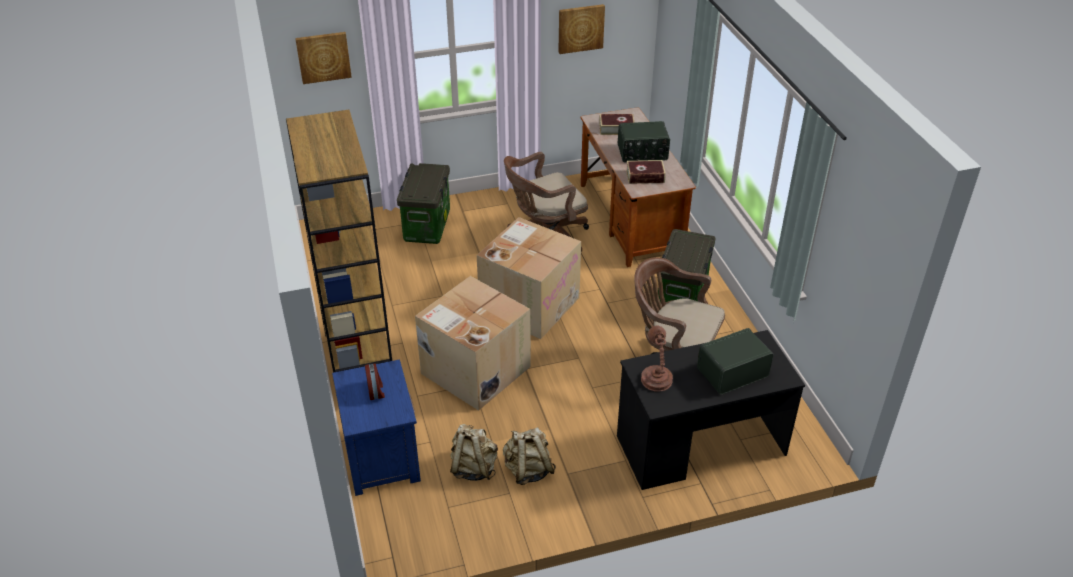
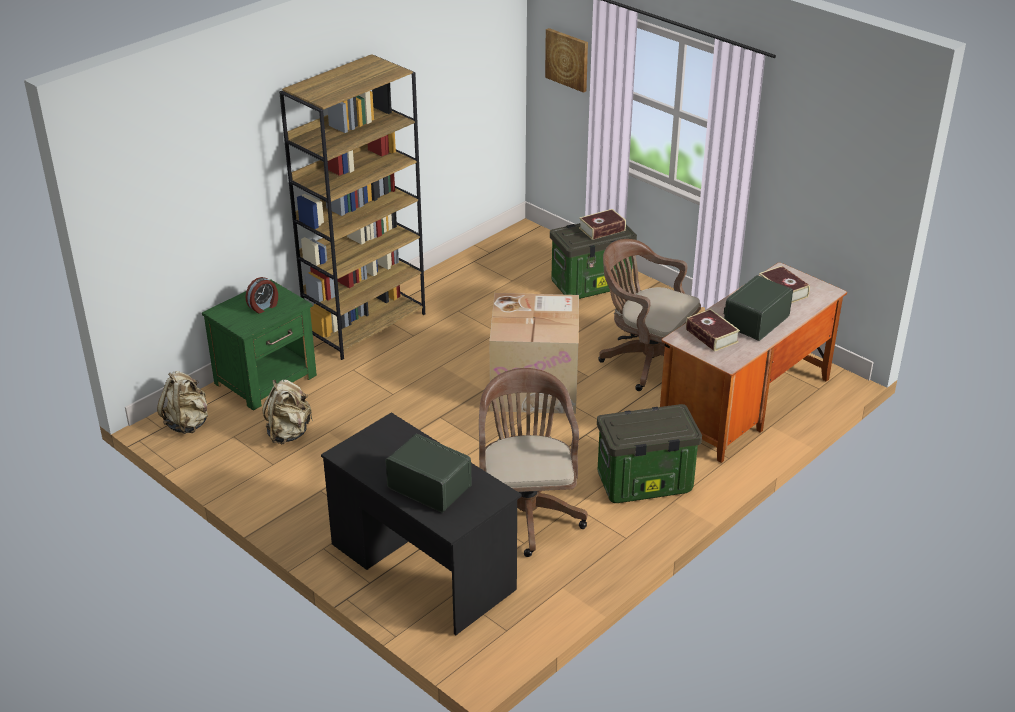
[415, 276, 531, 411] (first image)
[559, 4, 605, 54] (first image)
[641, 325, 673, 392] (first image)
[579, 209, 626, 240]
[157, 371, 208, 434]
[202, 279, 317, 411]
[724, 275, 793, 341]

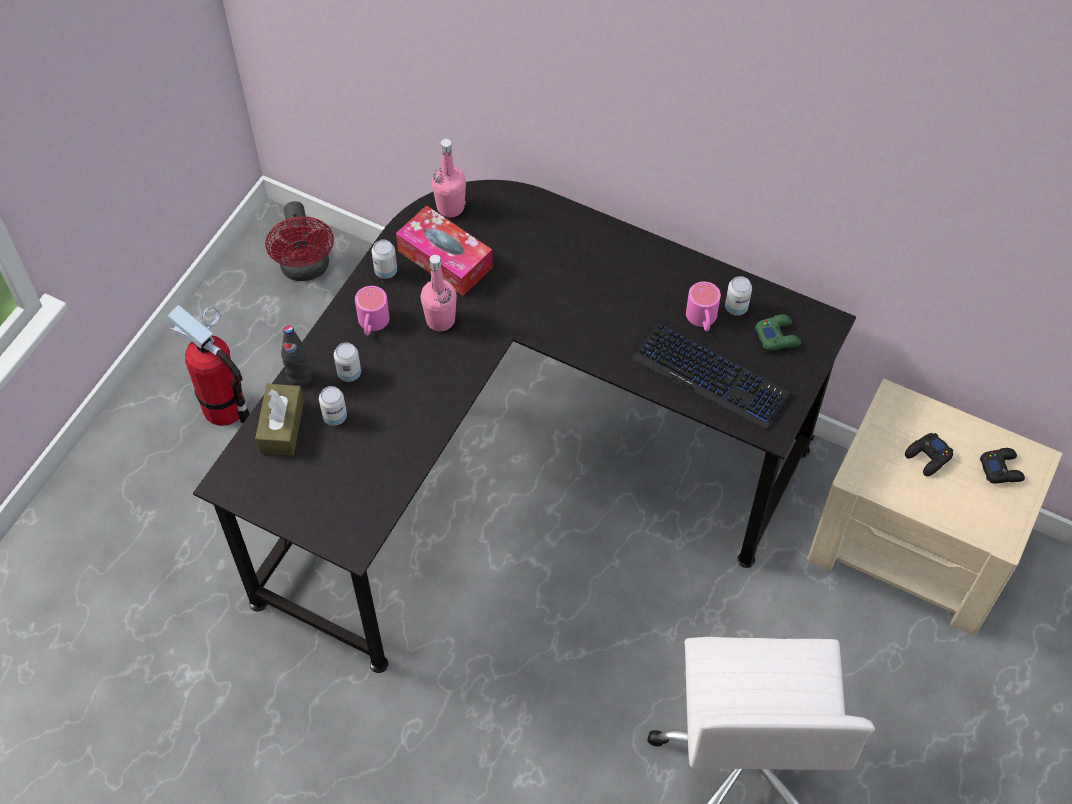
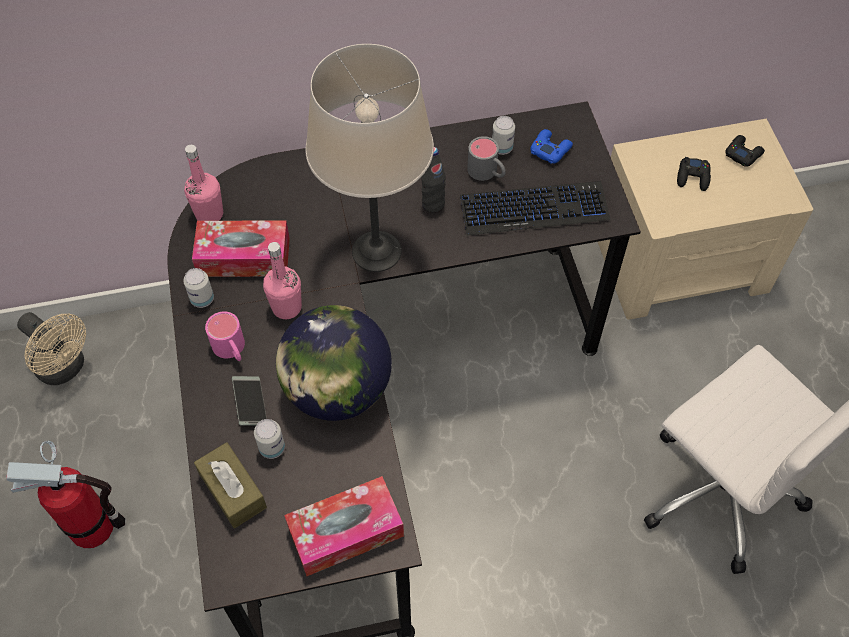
[276, 305, 392, 421]
[284, 476, 404, 576]
[305, 44, 434, 272]
[421, 147, 446, 213]
[232, 376, 267, 426]
[17, 312, 86, 385]
[467, 136, 506, 181]
[530, 129, 573, 164]

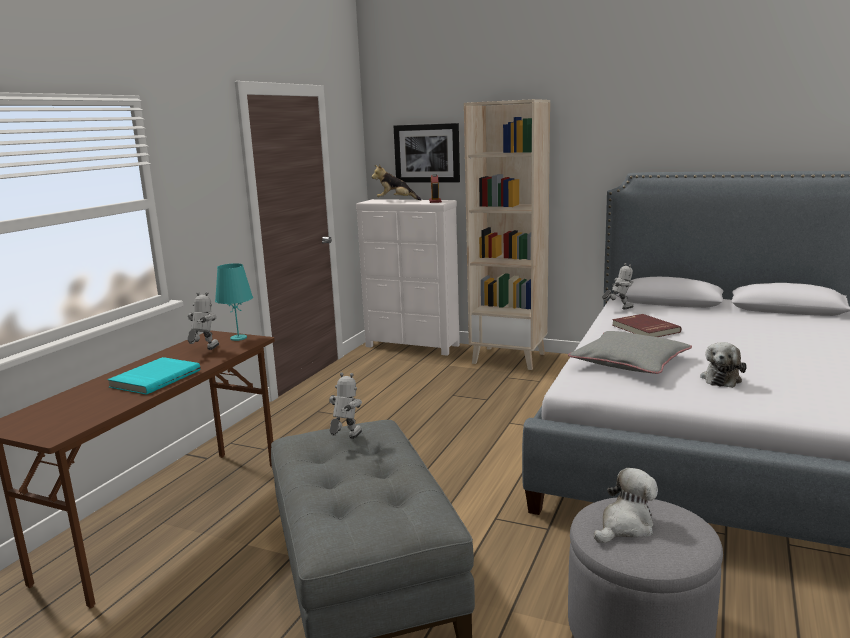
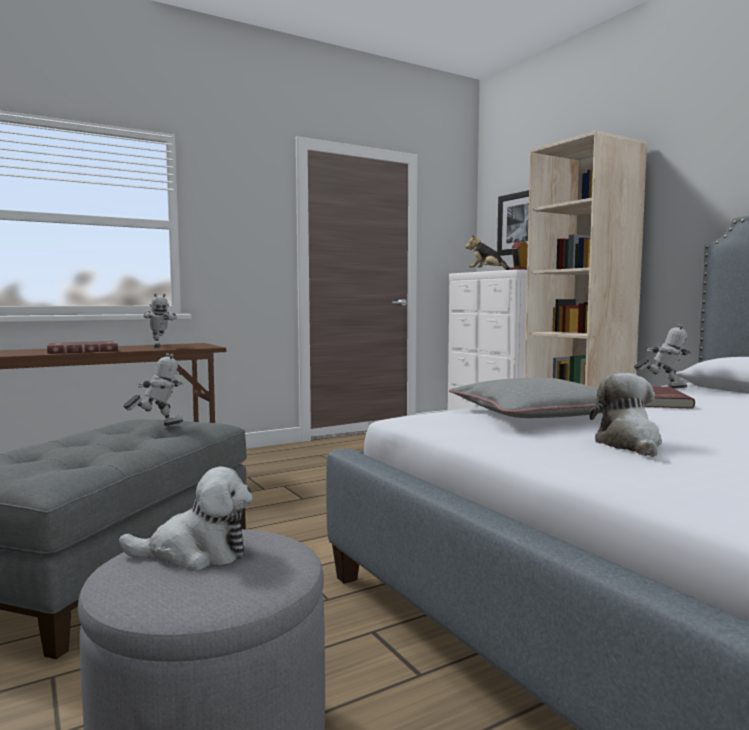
[215, 263, 253, 341] (first image)
[47, 341, 118, 354]
[144, 293, 177, 348]
[589, 373, 662, 457]

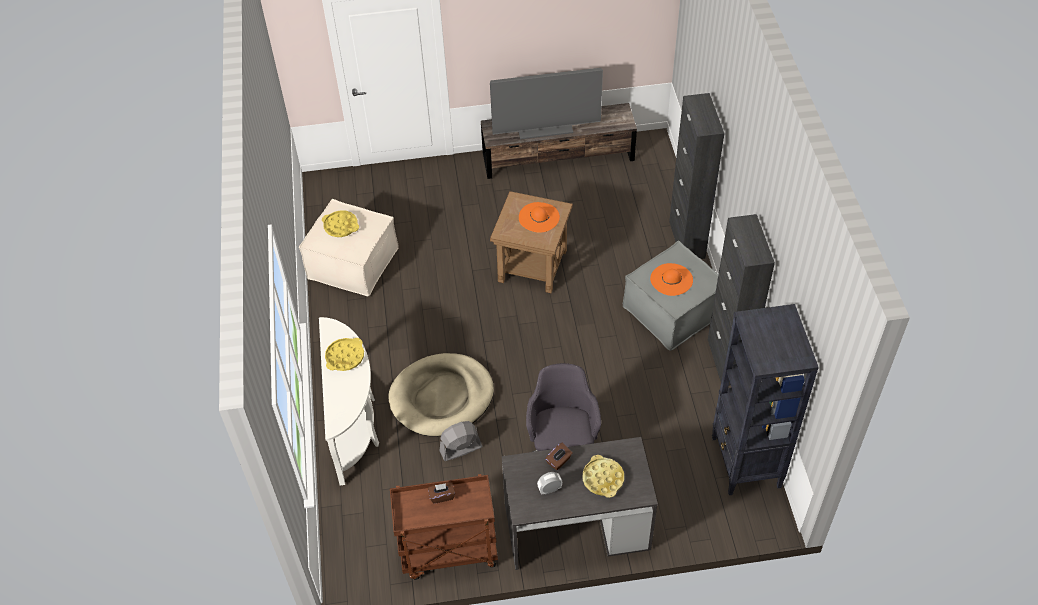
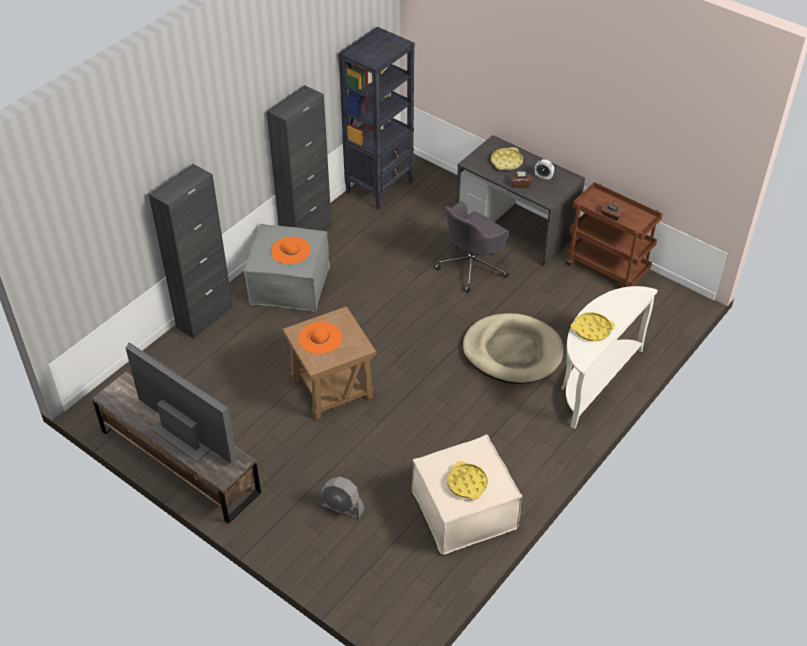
[320, 477, 364, 519]

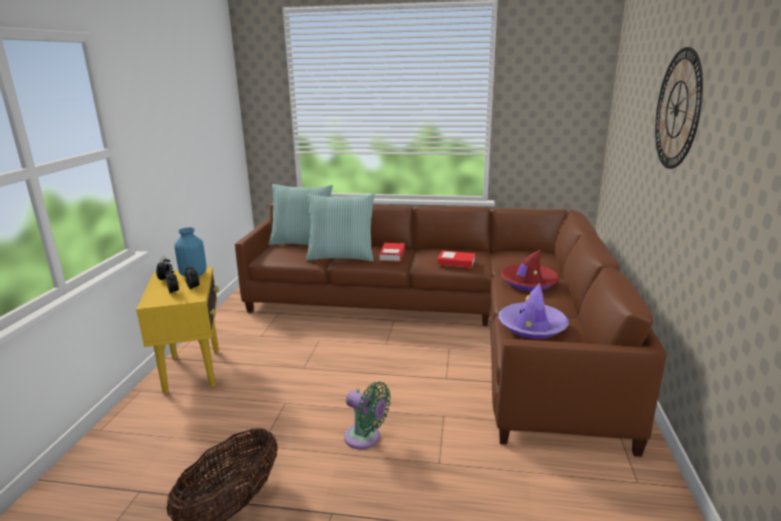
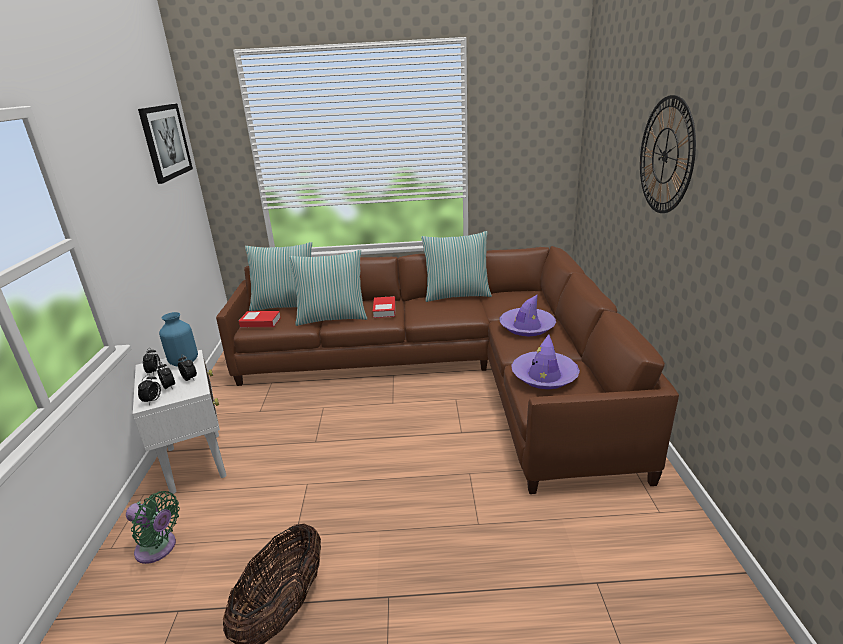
[138, 104, 193, 184]
[138, 374, 161, 405]
[421, 231, 492, 302]
[126, 491, 180, 564]
[239, 311, 281, 327]
[133, 350, 226, 494]
[500, 294, 556, 336]

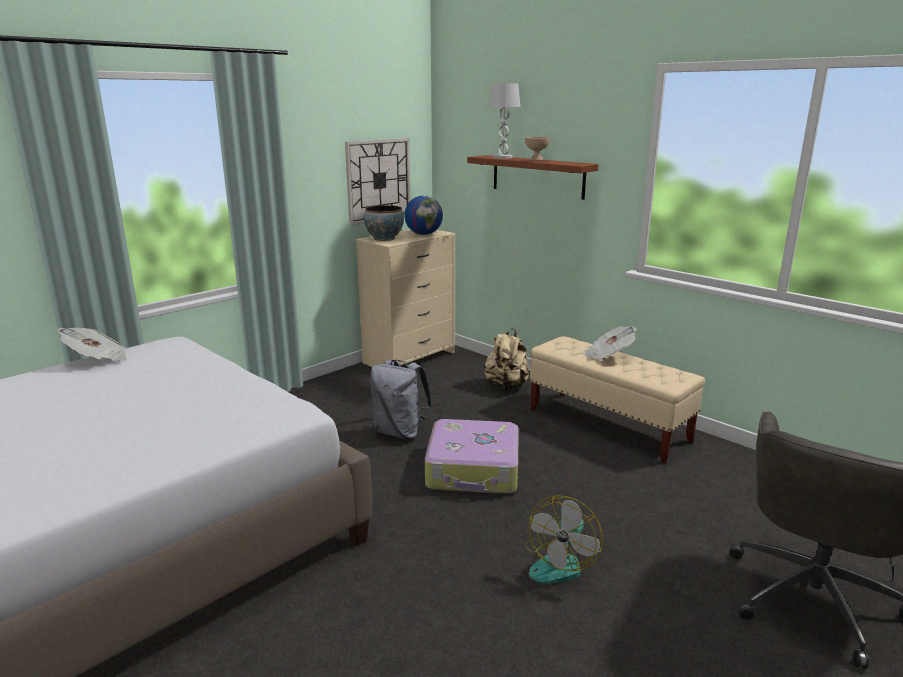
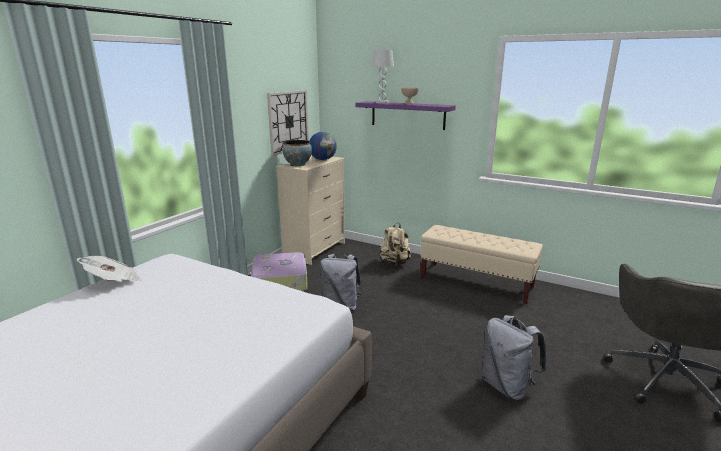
[582, 326, 637, 360] (first image)
[251, 252, 308, 291]
[482, 315, 547, 401]
[356, 101, 456, 130]

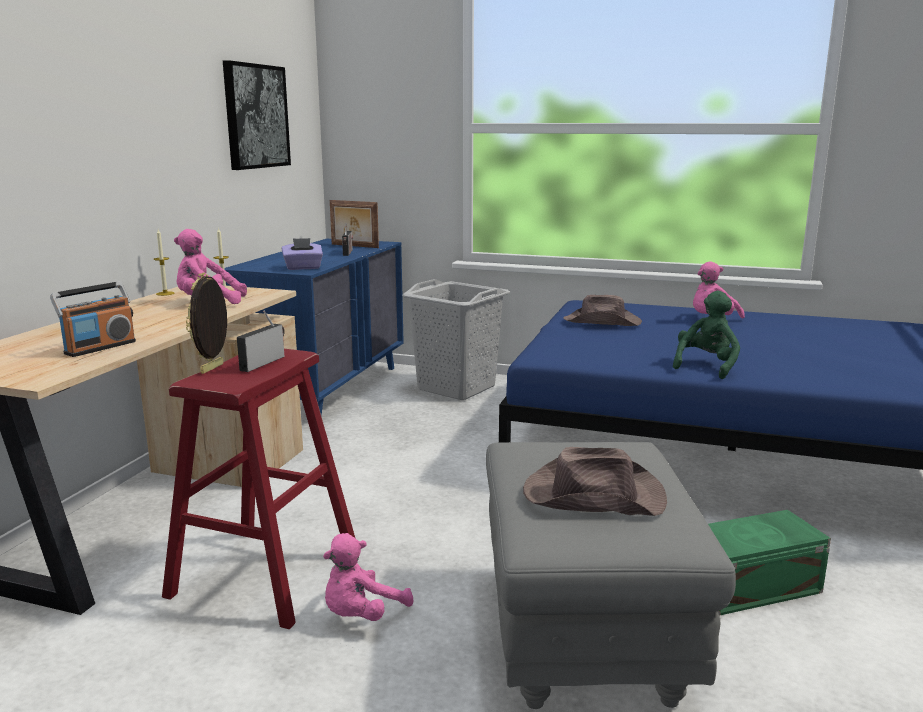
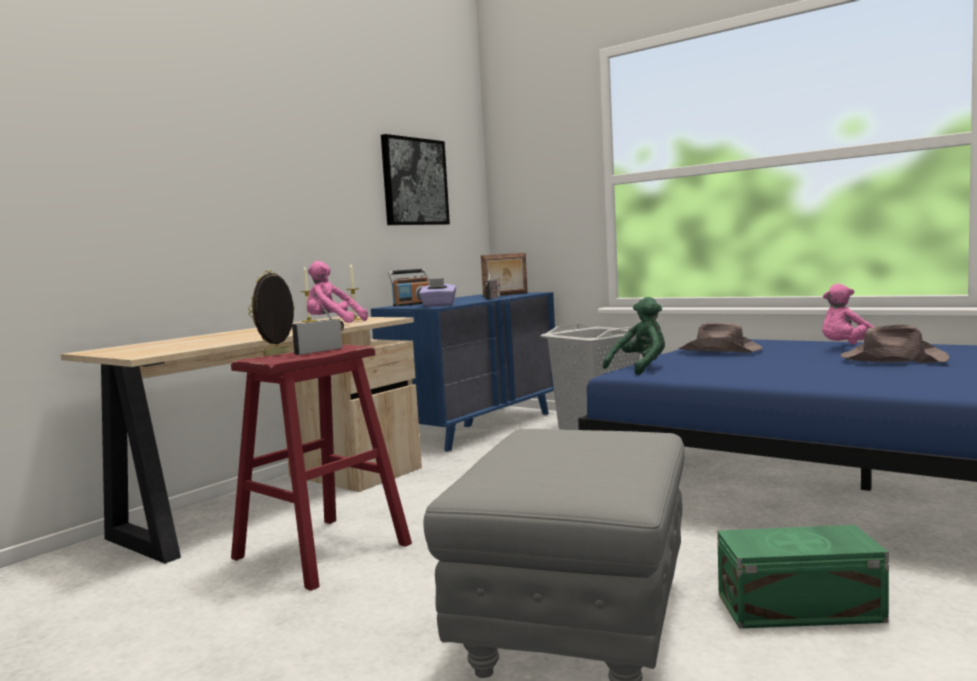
[323, 533, 413, 621] (first image)
[388, 269, 430, 306]
[840, 325, 949, 363]
[603, 297, 665, 375]
[481, 253, 528, 297]

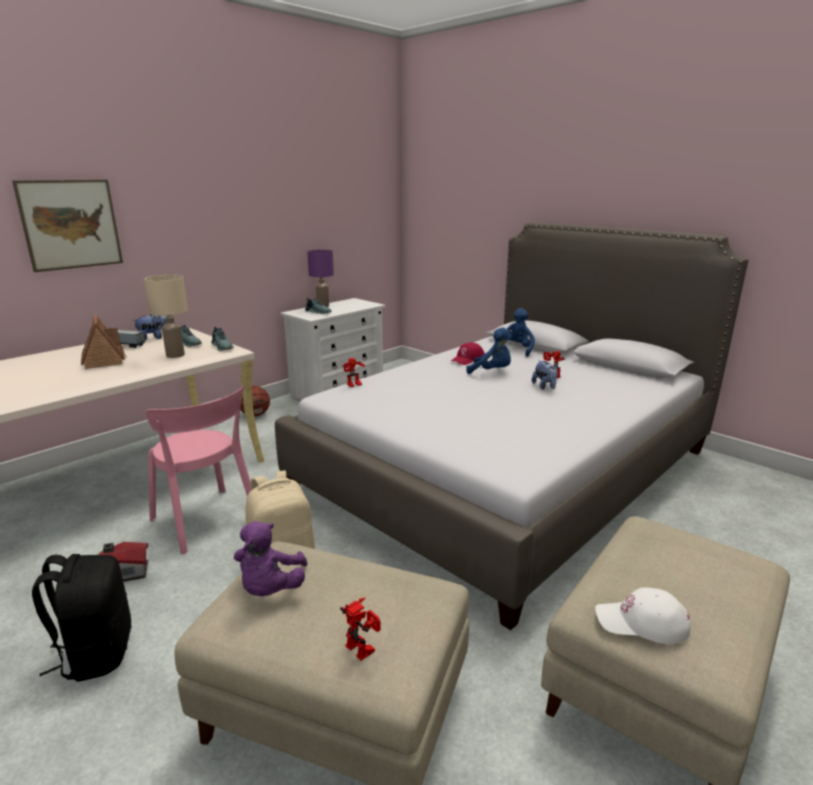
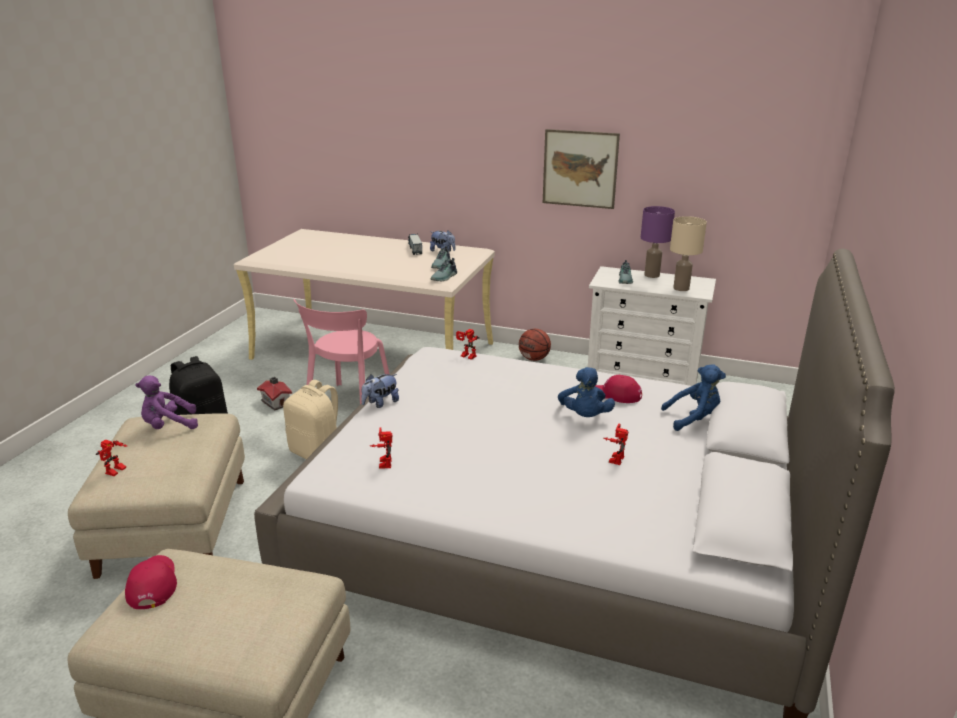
[81, 314, 127, 369] (first image)
[370, 428, 392, 469]
[543, 129, 620, 209]
[670, 216, 707, 291]
[361, 374, 399, 408]
[125, 555, 177, 609]

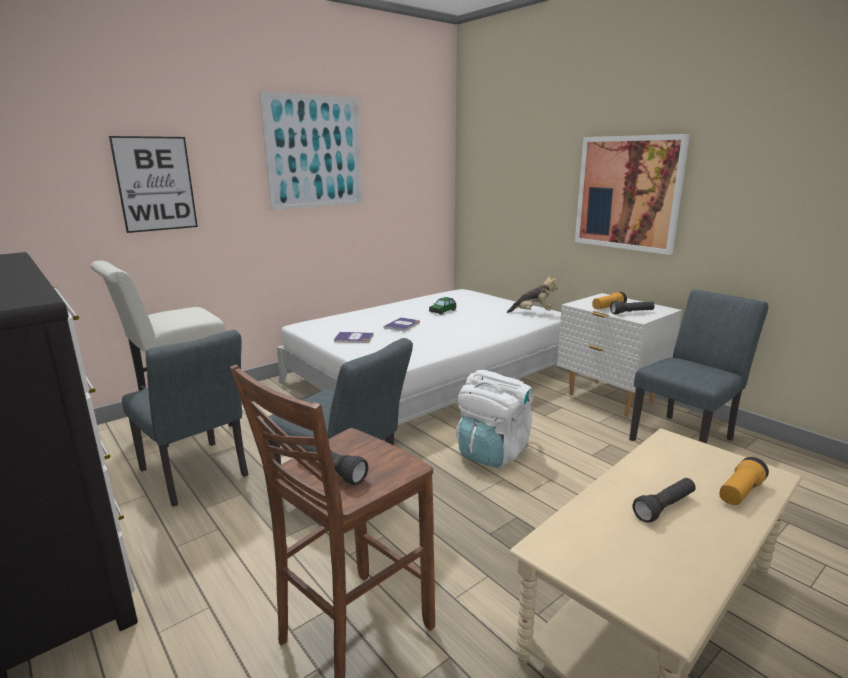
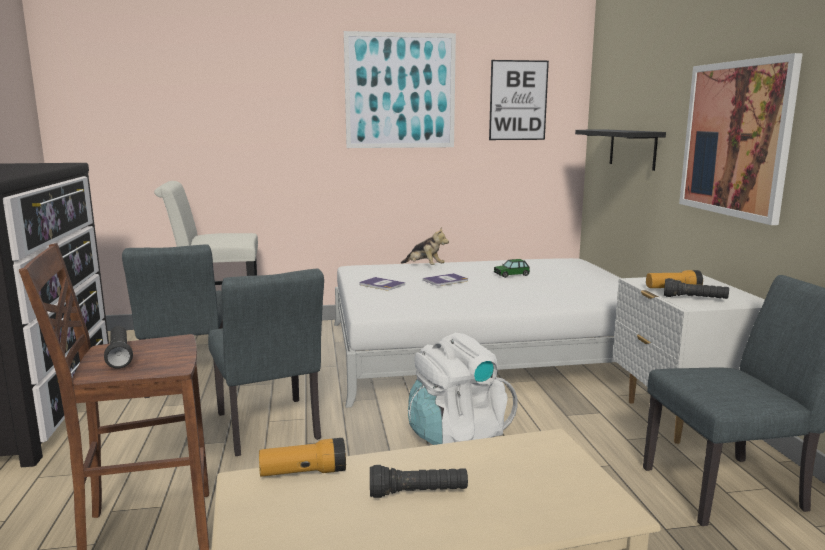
[575, 130, 666, 171]
[489, 60, 549, 140]
[401, 227, 449, 265]
[259, 438, 346, 476]

